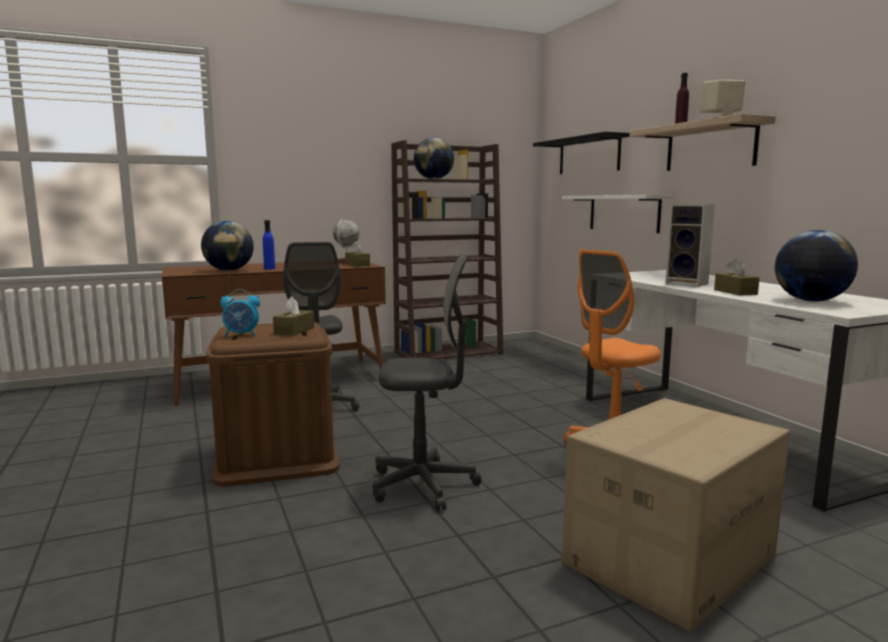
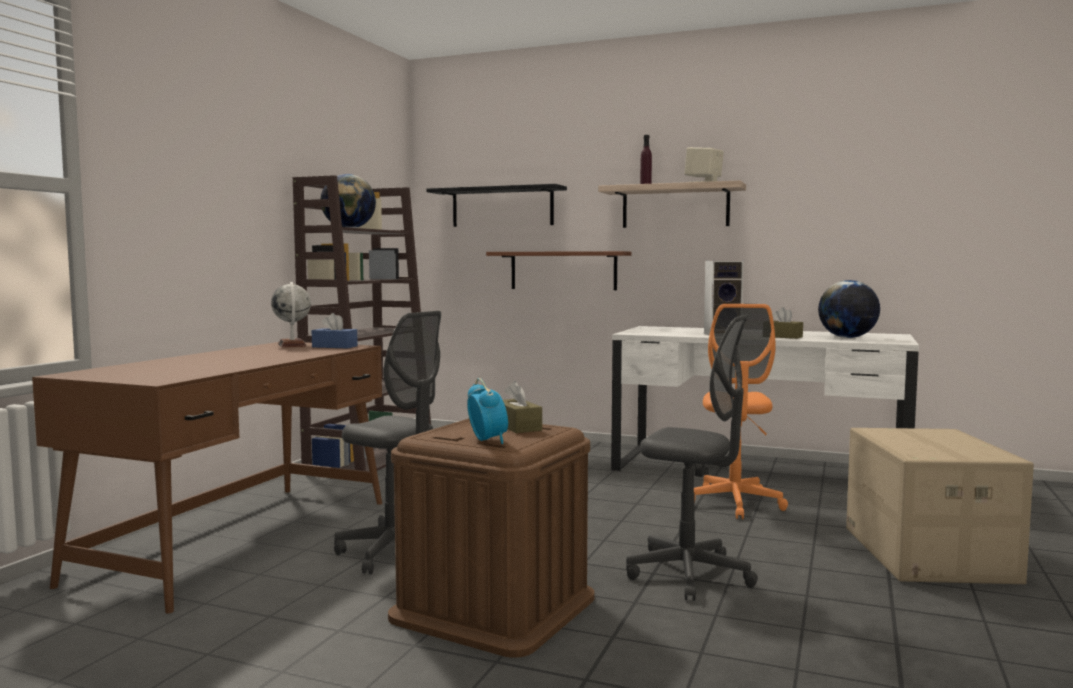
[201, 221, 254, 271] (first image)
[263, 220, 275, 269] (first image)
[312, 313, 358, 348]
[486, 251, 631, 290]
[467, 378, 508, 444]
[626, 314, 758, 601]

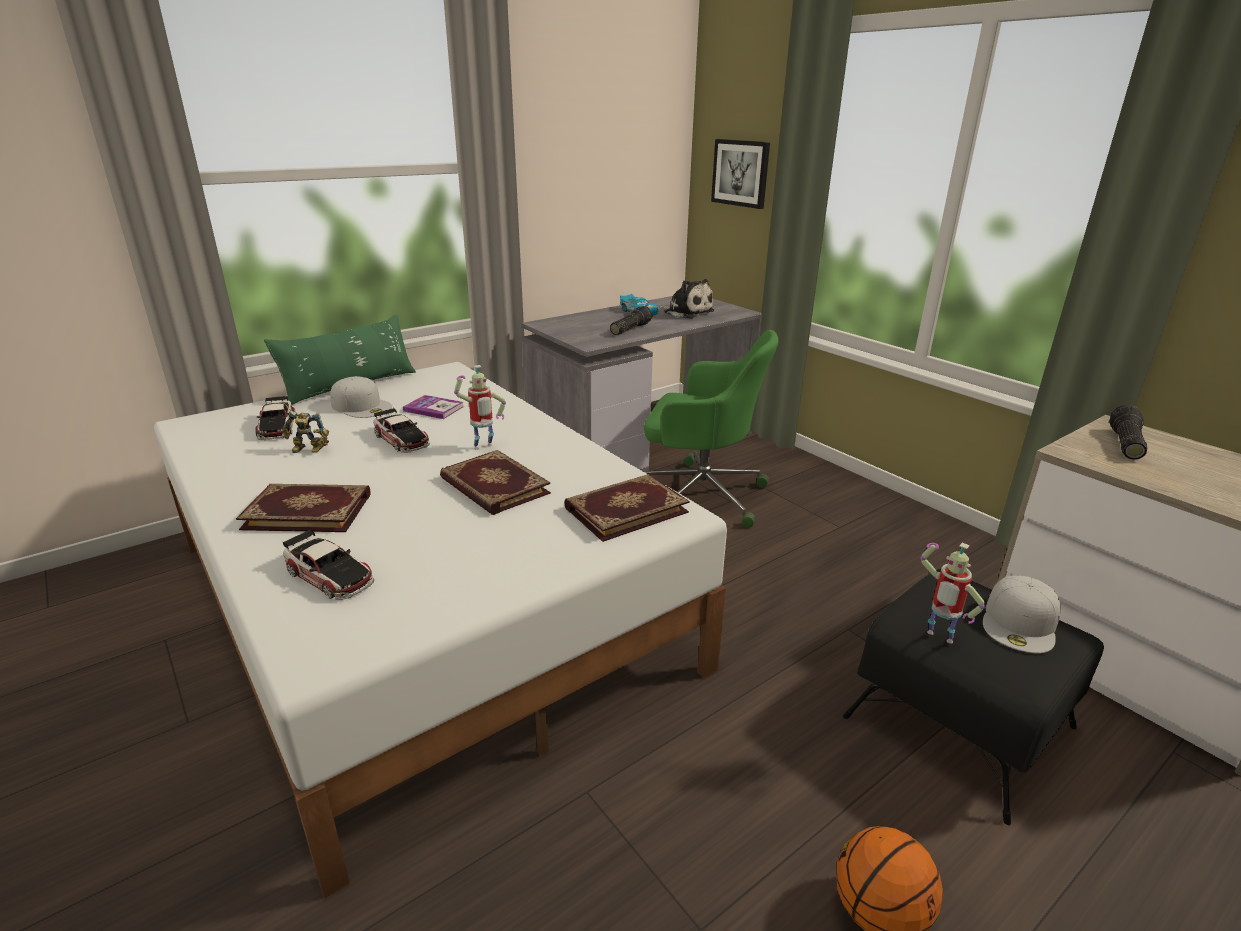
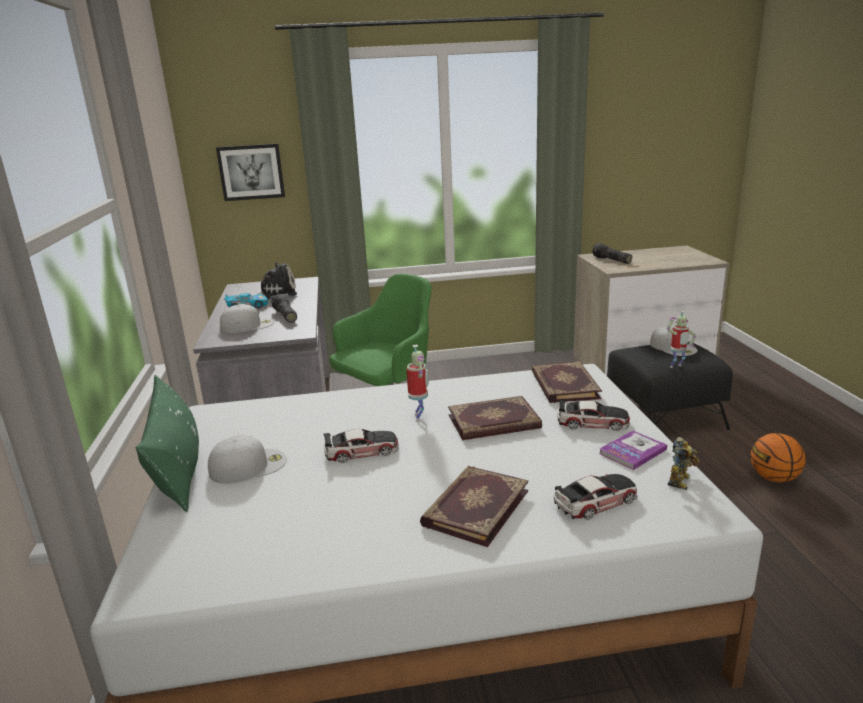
[220, 304, 274, 333]
[557, 399, 630, 431]
[668, 437, 699, 490]
[599, 430, 667, 470]

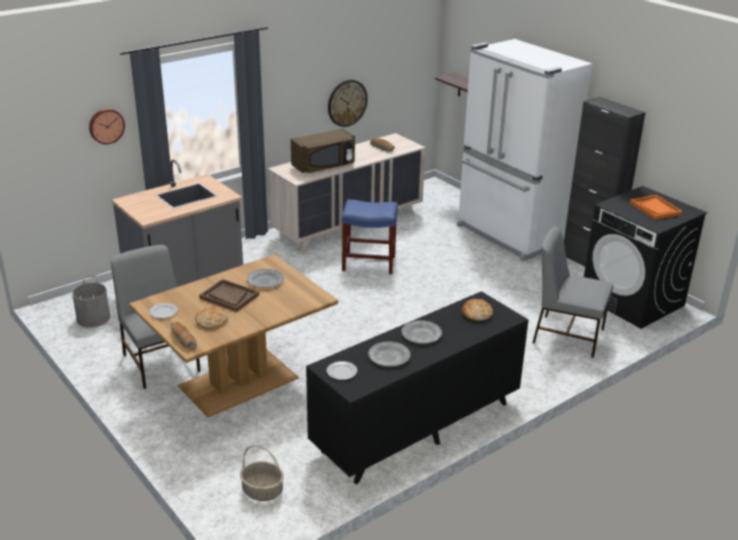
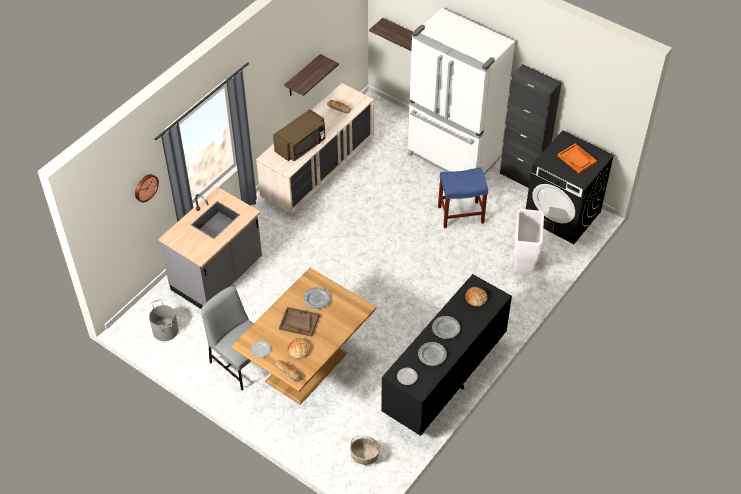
[438, 167, 488, 228]
[284, 54, 339, 96]
[514, 209, 544, 272]

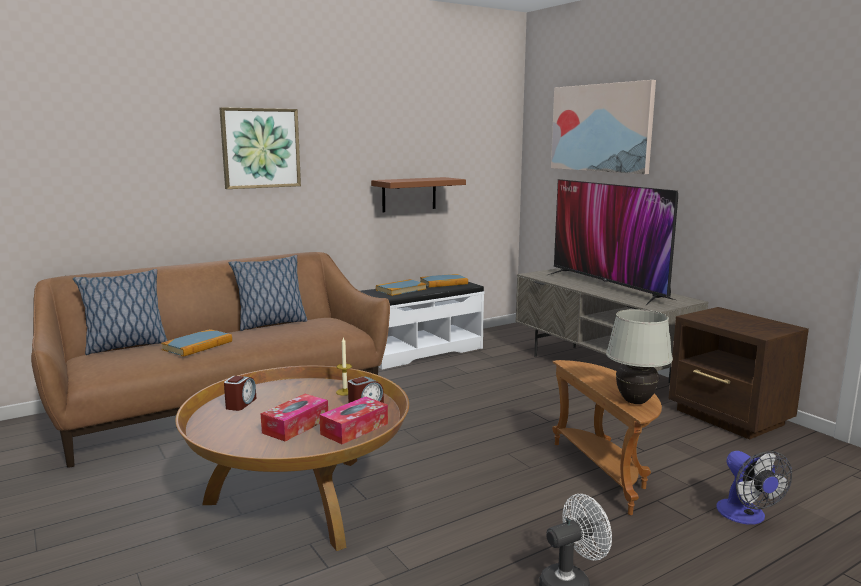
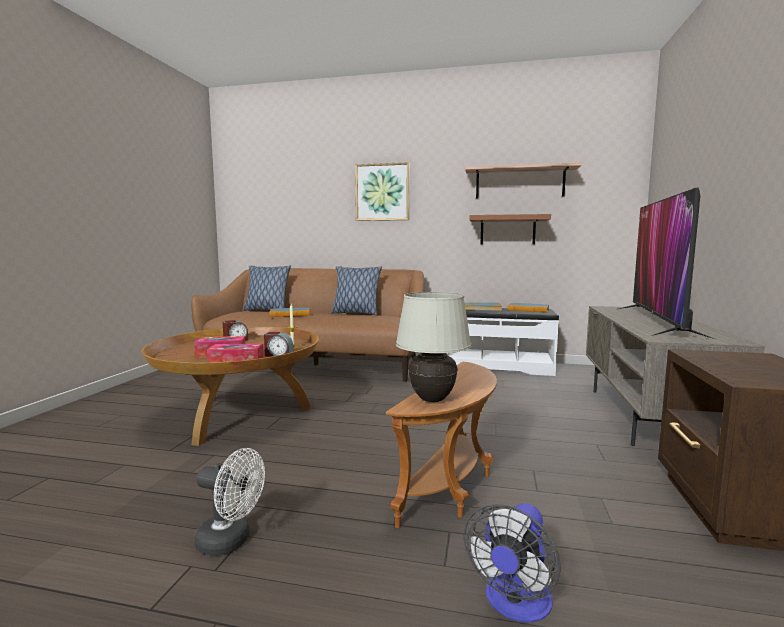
[551, 80, 656, 174] (first image)
[465, 162, 582, 198]

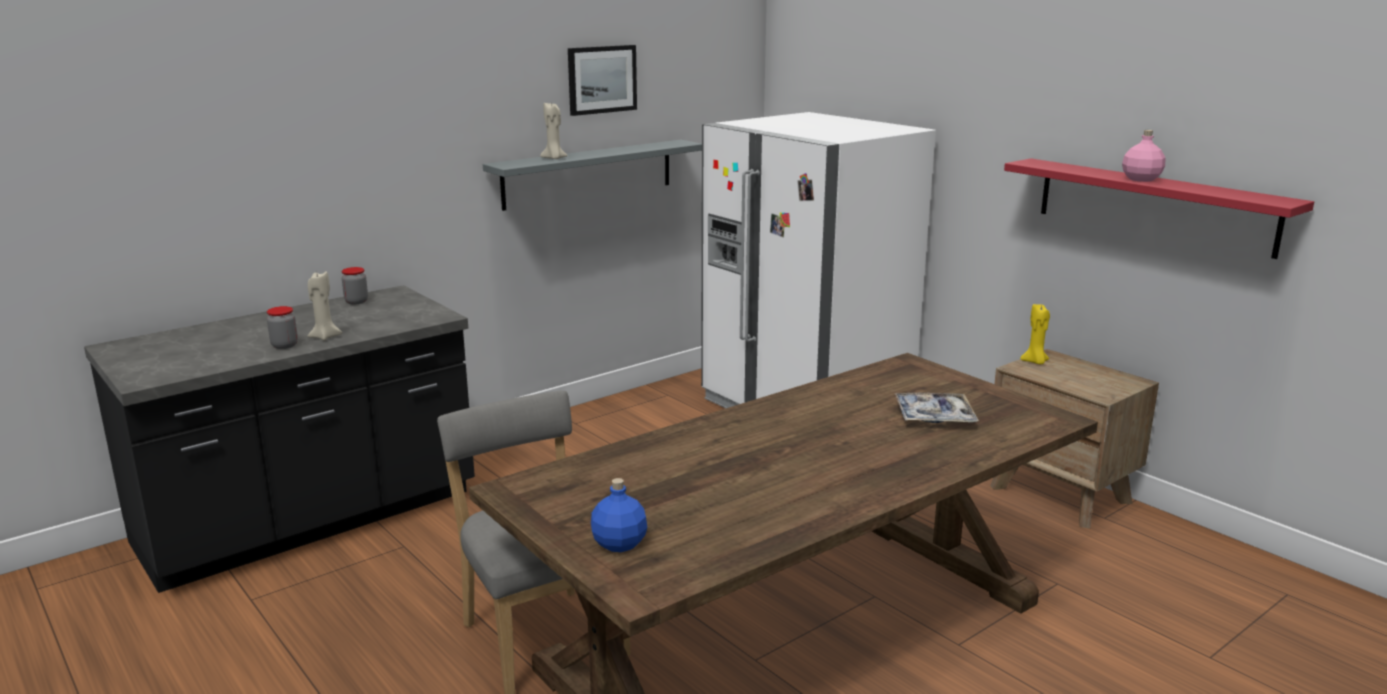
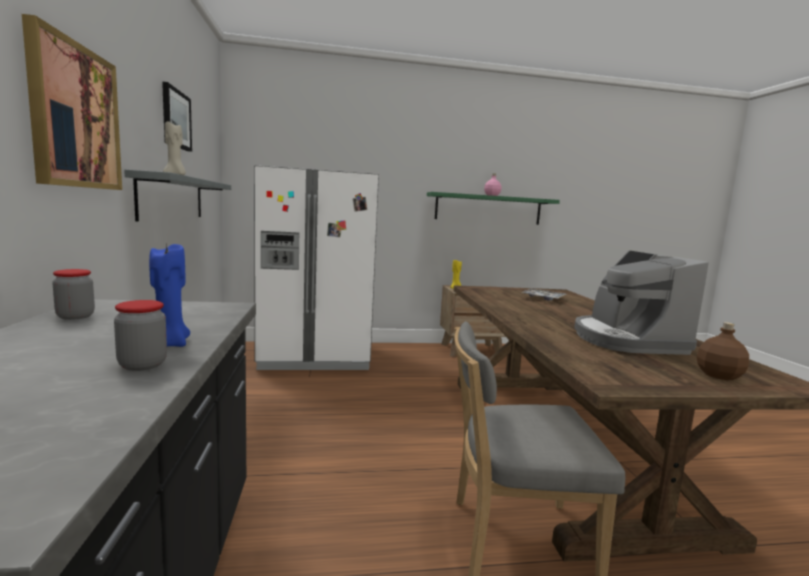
[22, 14, 122, 190]
[574, 251, 709, 355]
[149, 242, 190, 347]
[697, 322, 749, 380]
[427, 192, 560, 225]

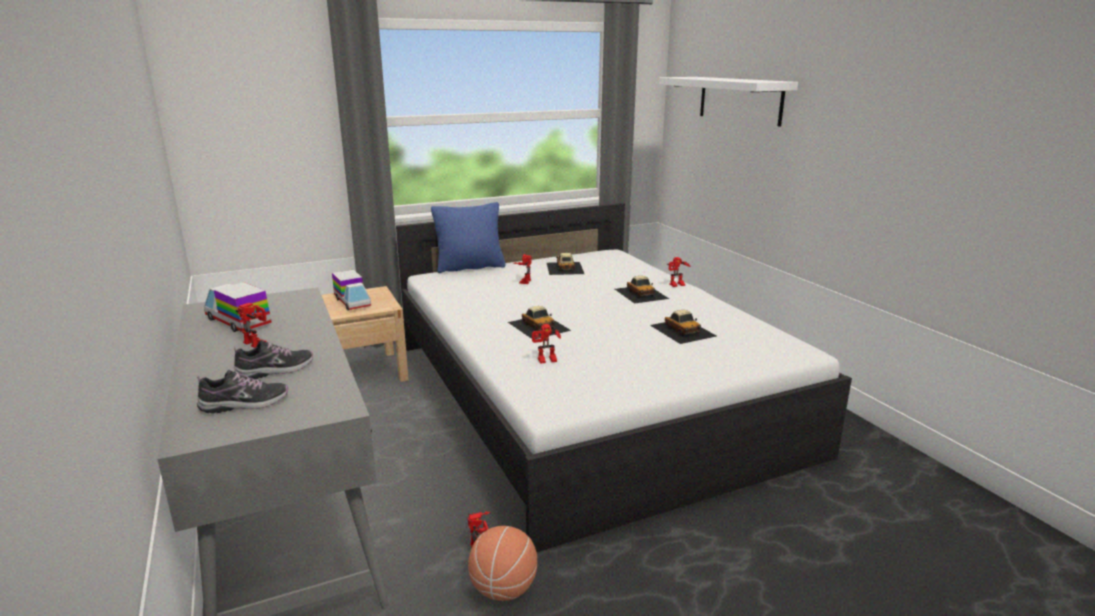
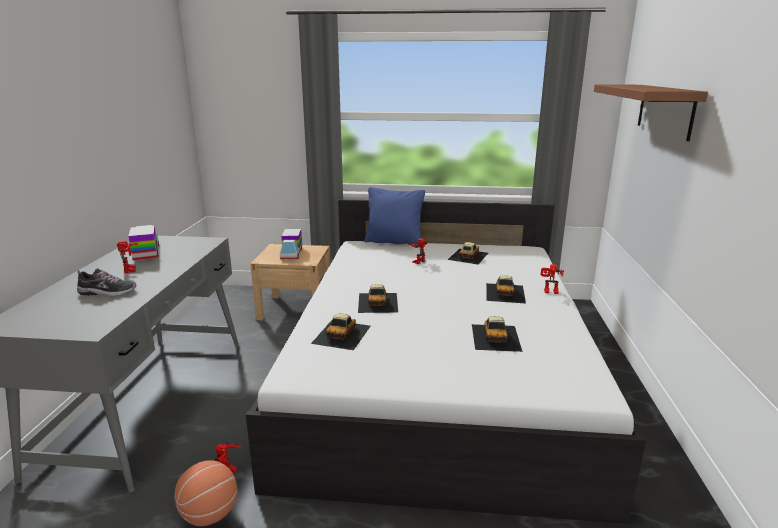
[197, 370, 288, 413] (first image)
[311, 314, 371, 350]
[594, 84, 708, 141]

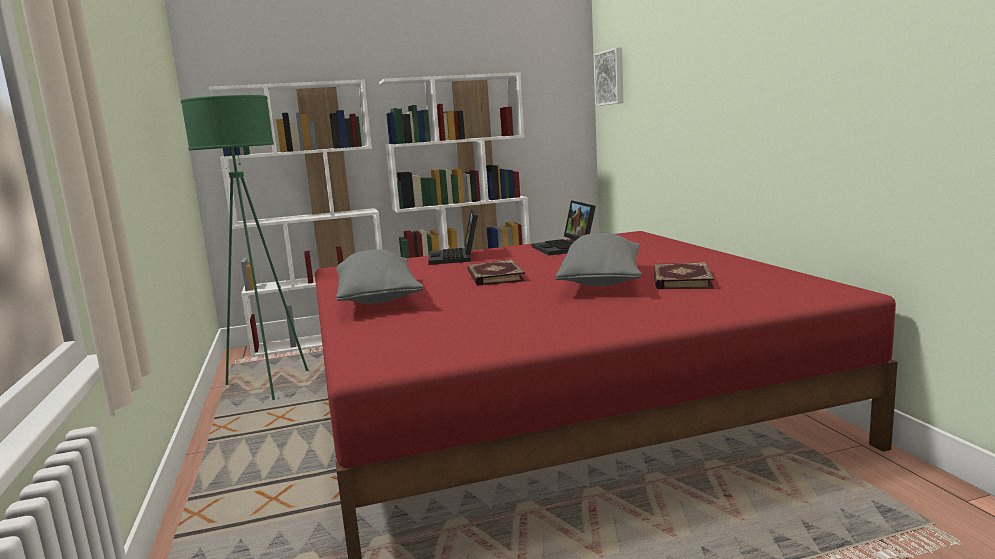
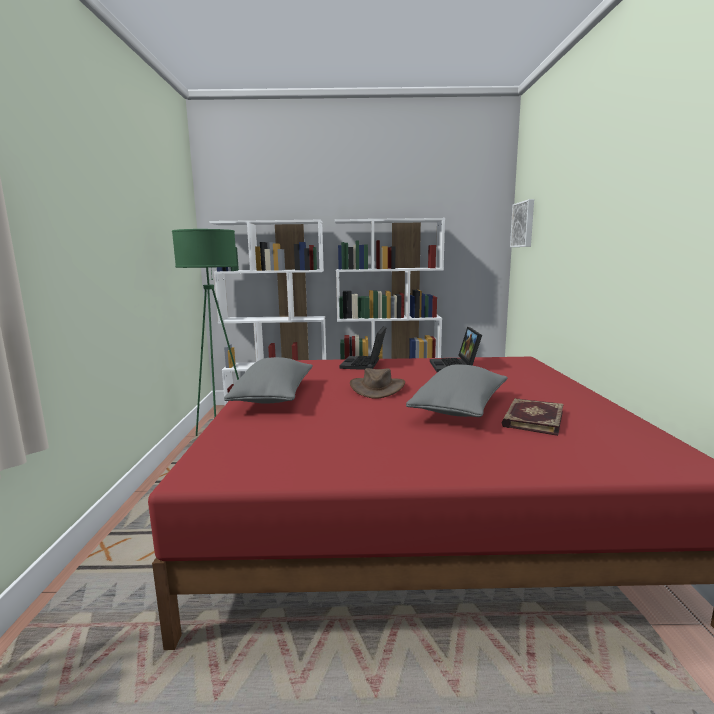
[350, 368, 405, 399]

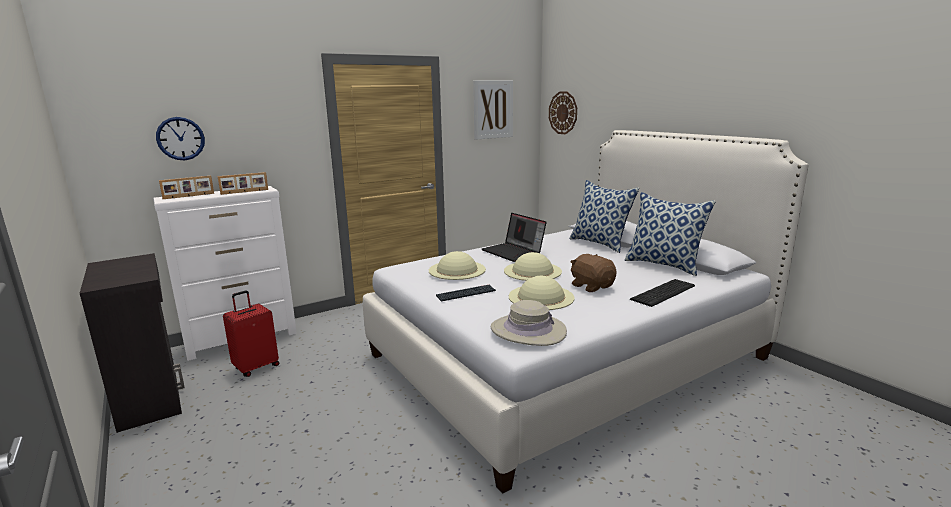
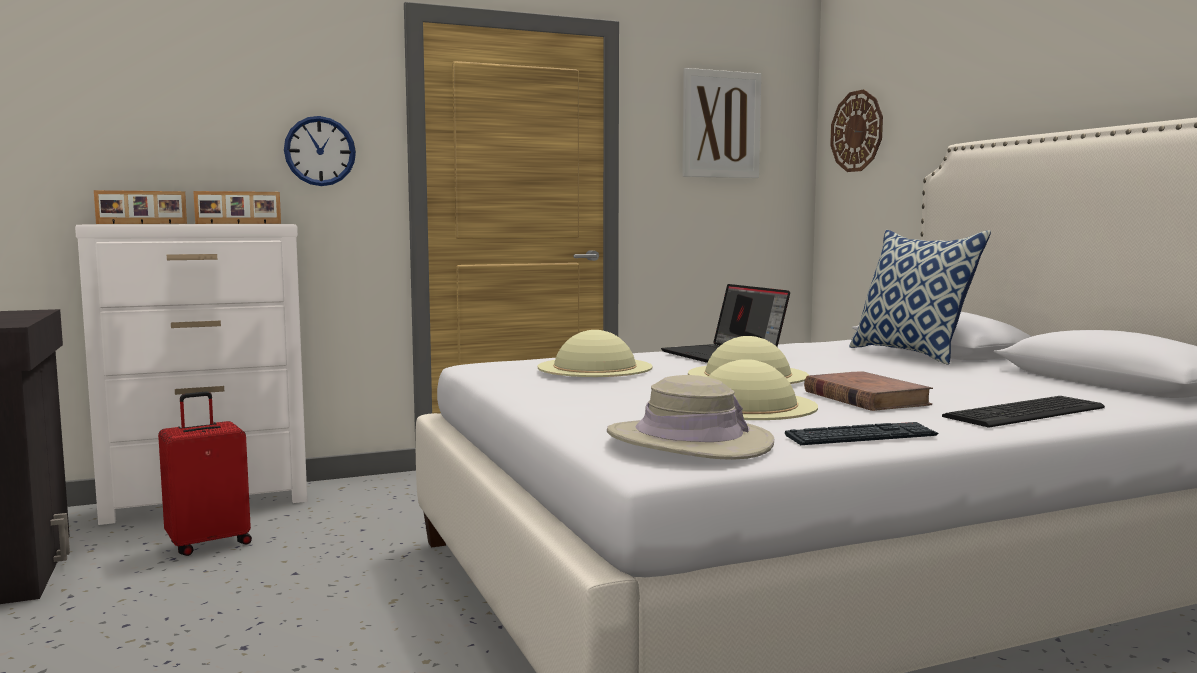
[625, 192, 716, 276] (first image)
[284, 116, 356, 186]
[785, 422, 938, 445]
[804, 371, 933, 411]

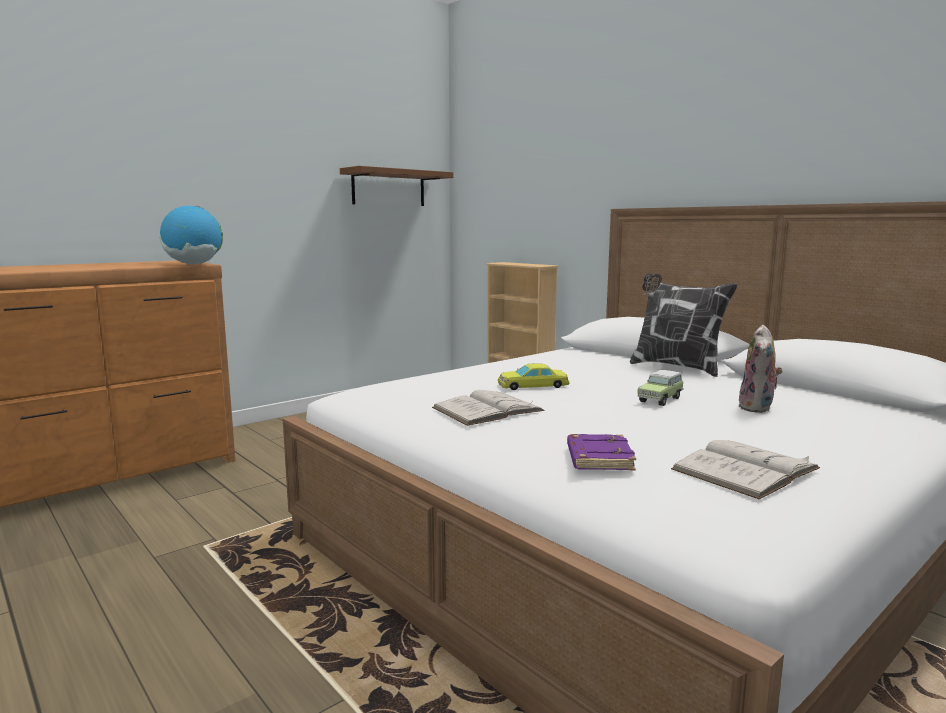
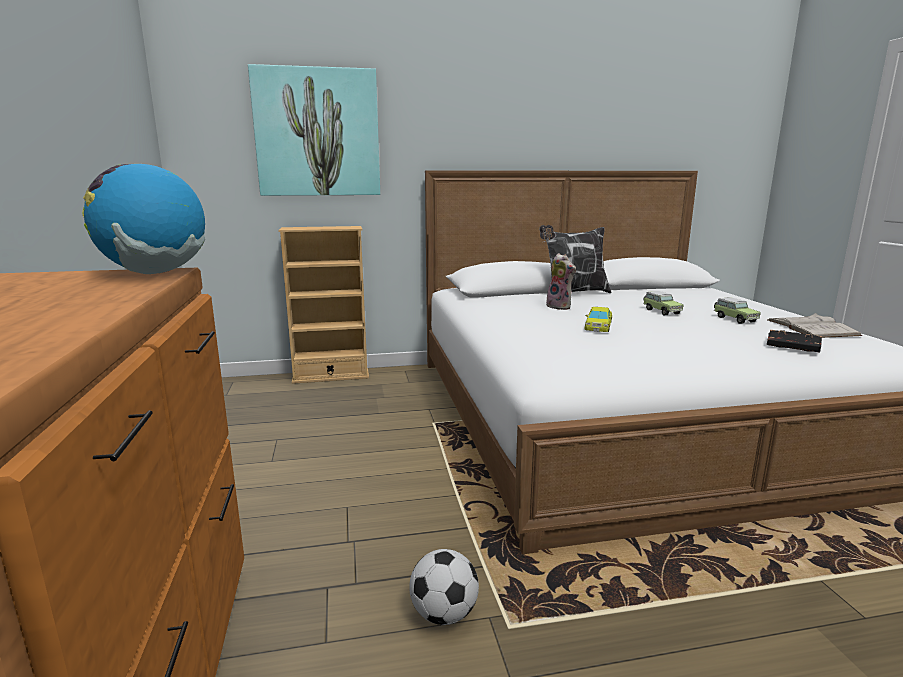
[340, 166, 453, 206] (first image)
[432, 390, 544, 426] (first image)
[248, 64, 380, 196]
[409, 549, 479, 625]
[714, 297, 761, 324]
[545, 253, 576, 310]
[767, 330, 822, 352]

